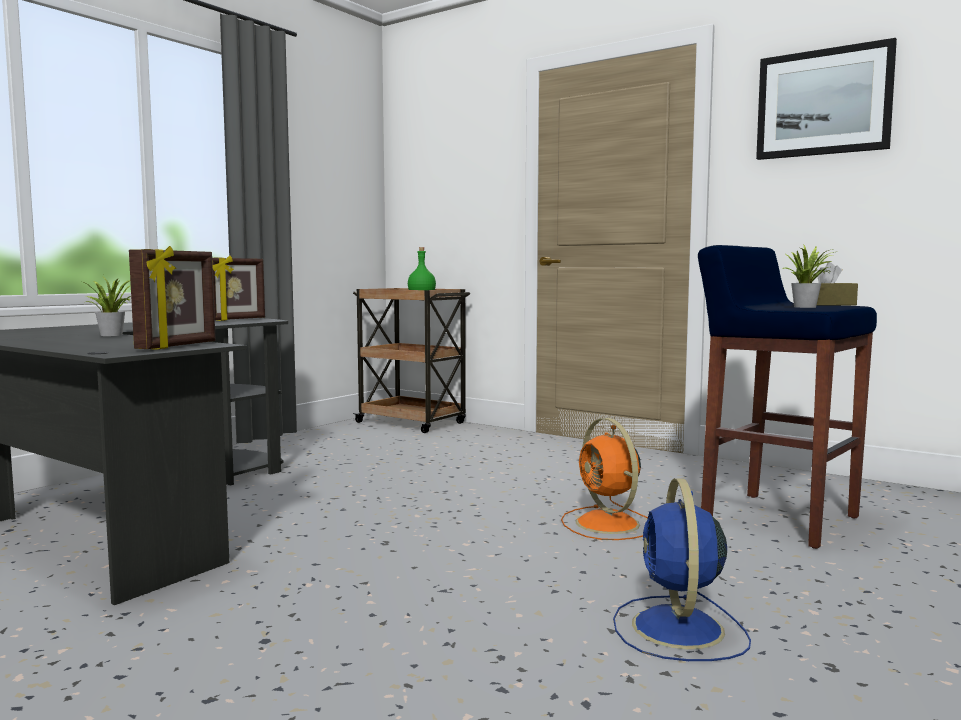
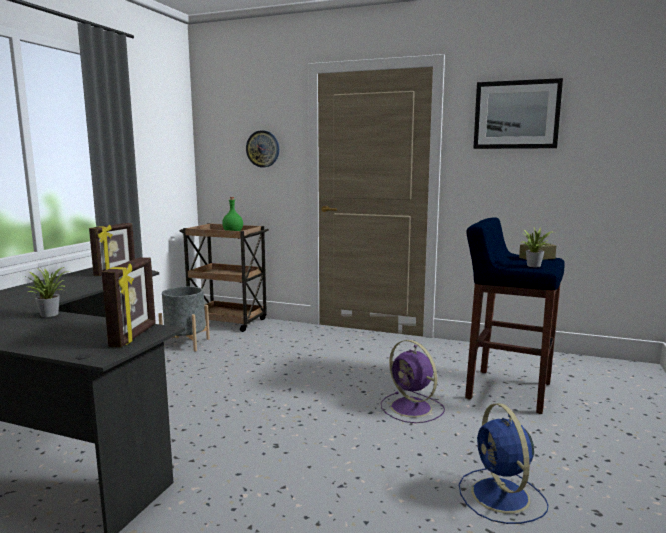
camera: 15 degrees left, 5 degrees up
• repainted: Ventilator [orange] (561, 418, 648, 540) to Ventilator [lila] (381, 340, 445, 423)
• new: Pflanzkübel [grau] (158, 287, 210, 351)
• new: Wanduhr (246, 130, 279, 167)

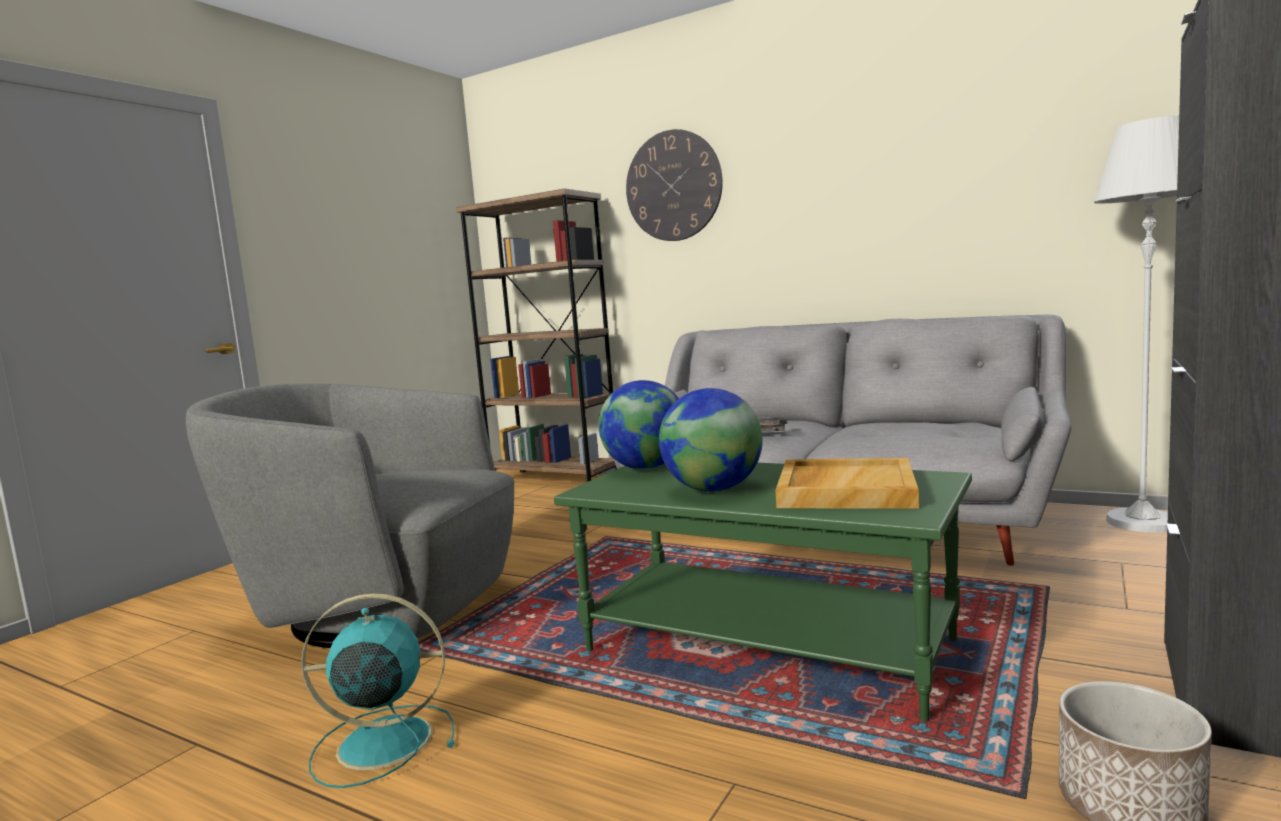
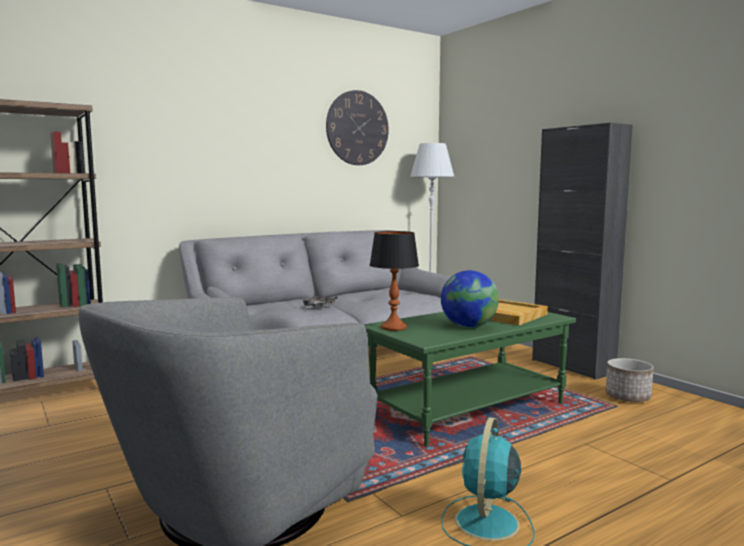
camera: 65 degrees left, 0 degrees up
• swapped: Globus (598, 380, 679, 470) to Tischlampe (370, 231, 419, 331)
• shifted: Wanduhr (626, 129, 723, 241) to (326, 90, 389, 165)

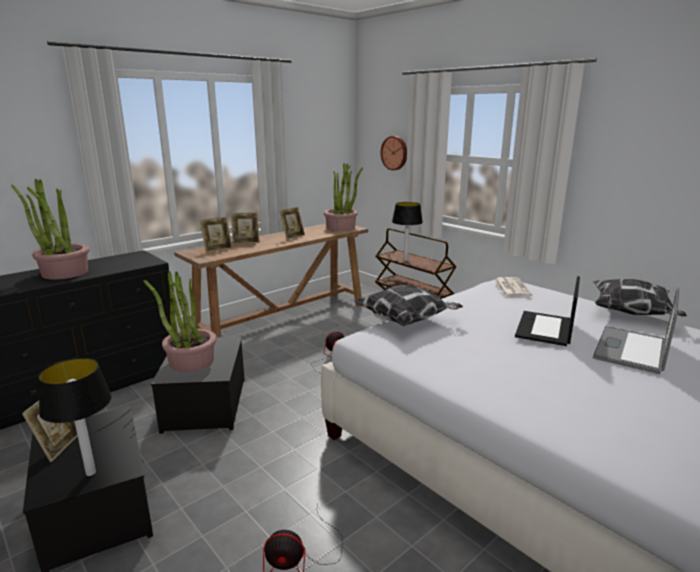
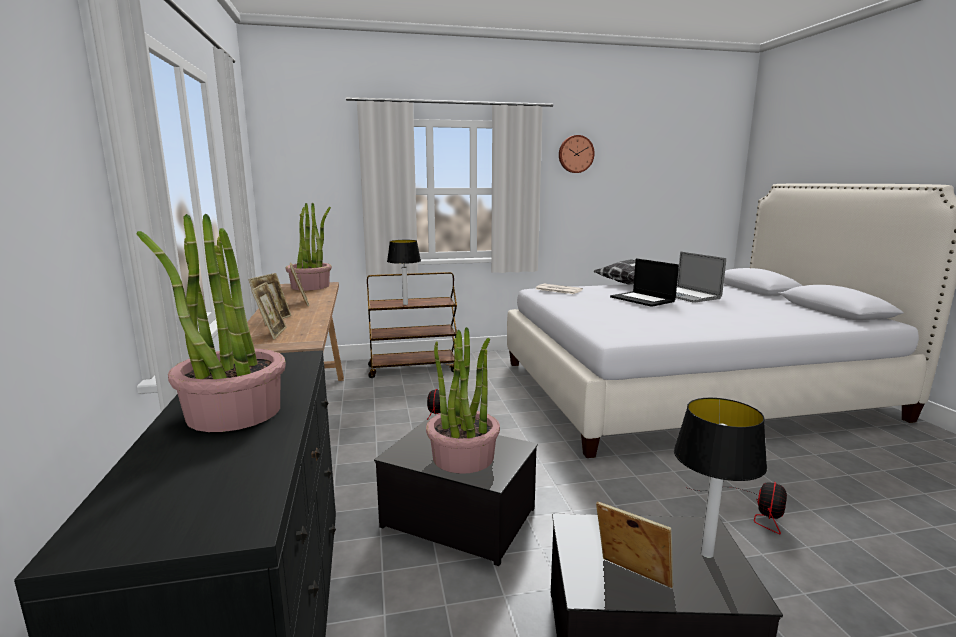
camera: 60 degrees left, 5 degrees down
• gone: Kissen (354, 285, 463, 326)
• shifted: Wanduhr (380, 136, 407, 170) to (559, 135, 595, 173)

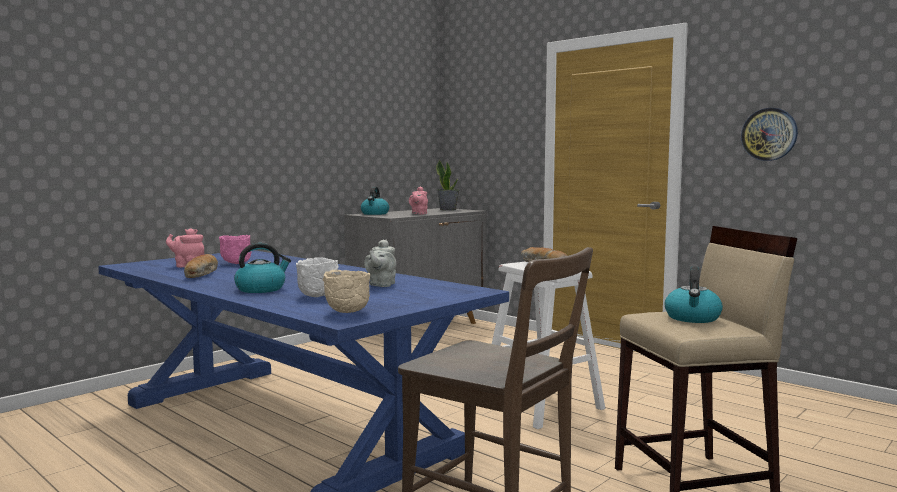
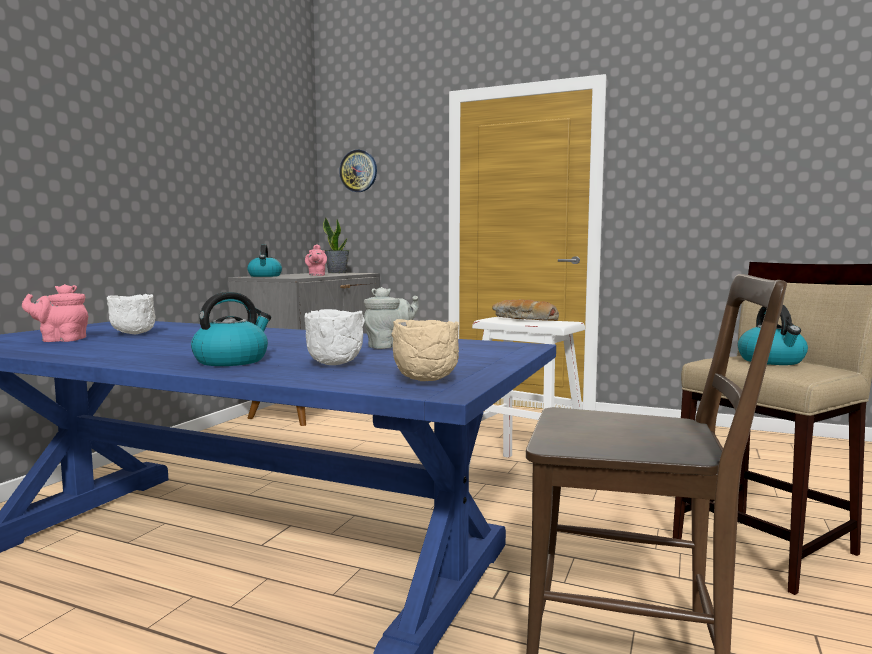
camera: 20 degrees left, 0 degrees up
• gone: Brot (184, 254, 218, 278)
• repainted: Schüssel [rosa] (219, 235, 252, 264) to Schüssel [weiß] (107, 294, 155, 334)
• rotated: Teekanne [grau] (364, 240, 396, 287) = (364, 287, 419, 349) 120 degrees counterclockwise
• shifted: Wanduhr (741, 108, 798, 161) to (339, 150, 377, 192)

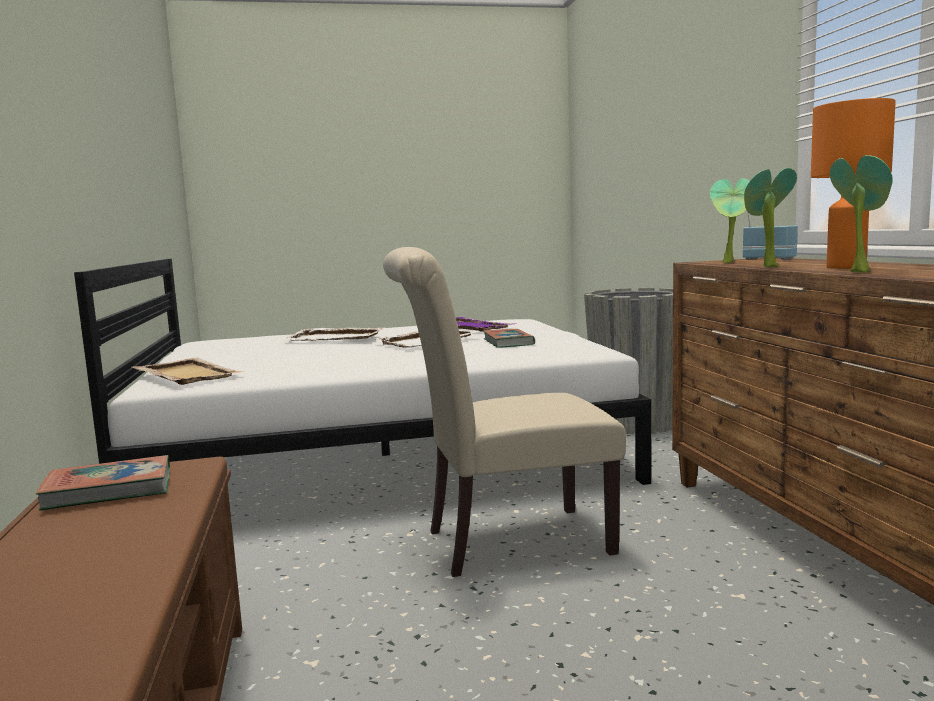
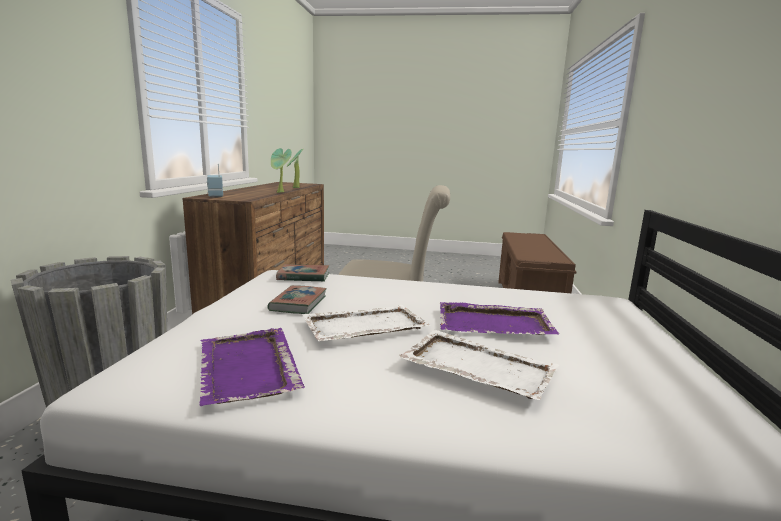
camera: 160 degrees left, 5 degrees up
• shifted: Buch (36, 455, 170, 510) to (276, 264, 329, 282)
• gone: Tablett [beige] (132, 358, 245, 385)
• gone: Topfpflanze (710, 178, 750, 263)
• gone: Tischlampe [orange] (811, 98, 896, 269)
• new: Tablett [lila] (440, 302, 560, 335)

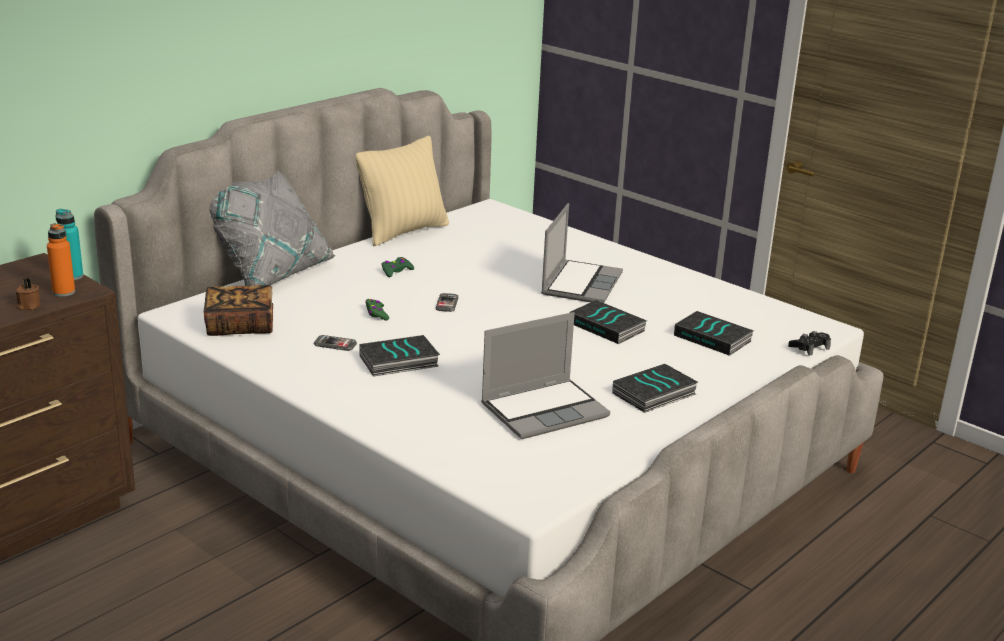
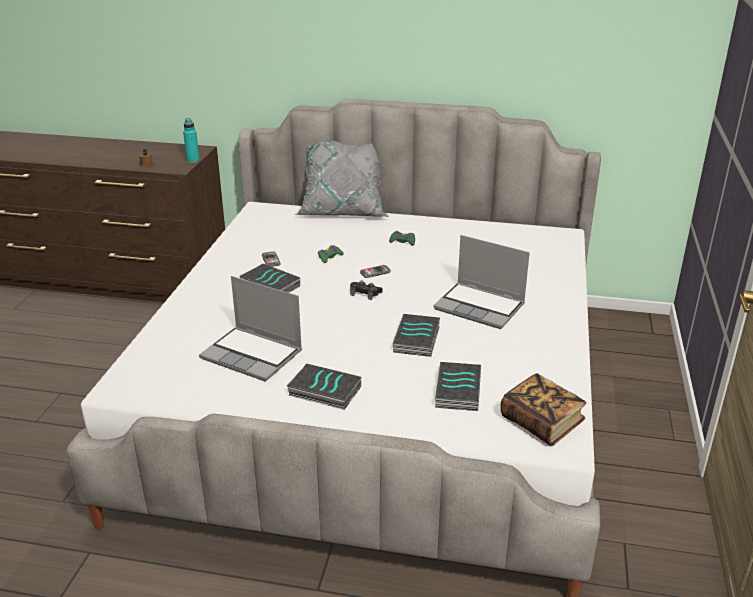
camera: 60 degrees right, 5 degrees up
• gone: Flasche [orange] (47, 223, 75, 297)
• shifted: Buch (204, 285, 273, 336) to (501, 373, 586, 446)
• gone: Kissen [beige] (356, 136, 449, 246)
• rotated: Laptop (541, 203, 623, 303) = (433, 235, 530, 329) 45 degrees clockwise
• shifted: Gamepad [schwarz] (788, 331, 831, 356) to (350, 281, 383, 300)

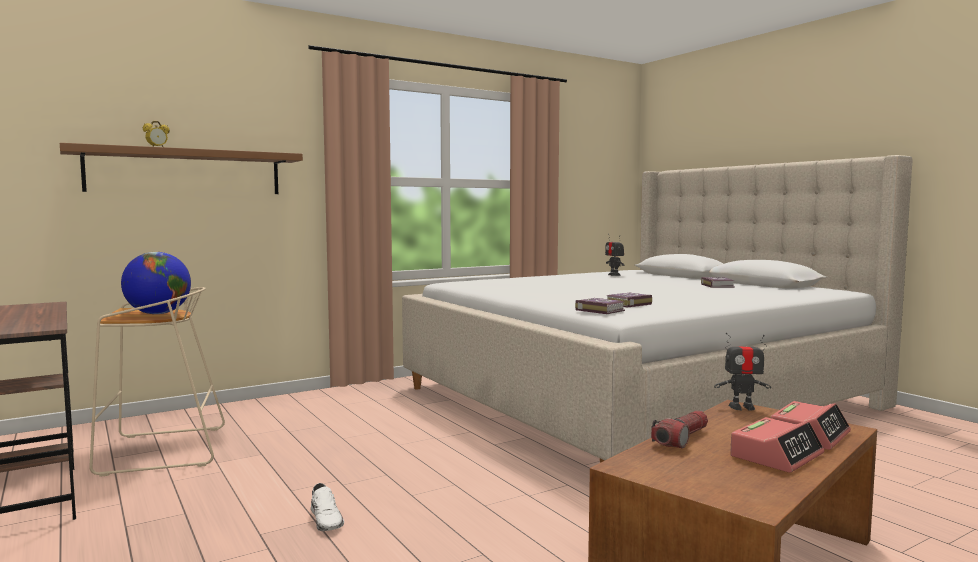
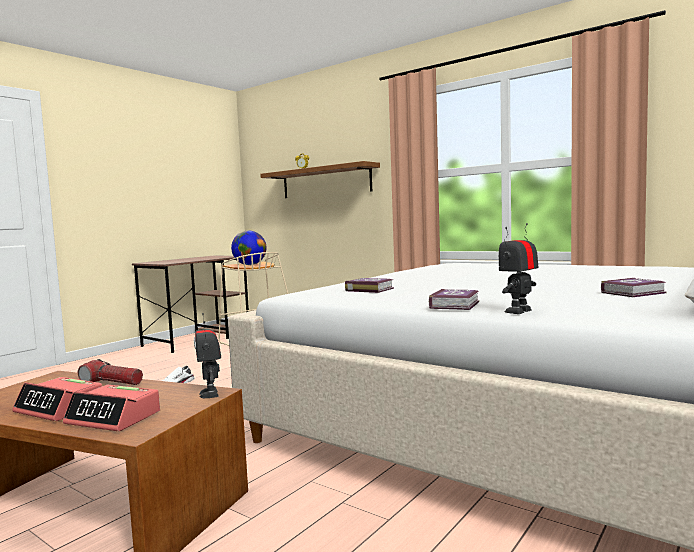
camera: 70 degrees right, 0 degrees up
• shifted: Buch (575, 298, 625, 314) to (429, 289, 479, 310)
• shifted: Spielzeugroboter (605, 234, 624, 276) to (499, 223, 538, 314)

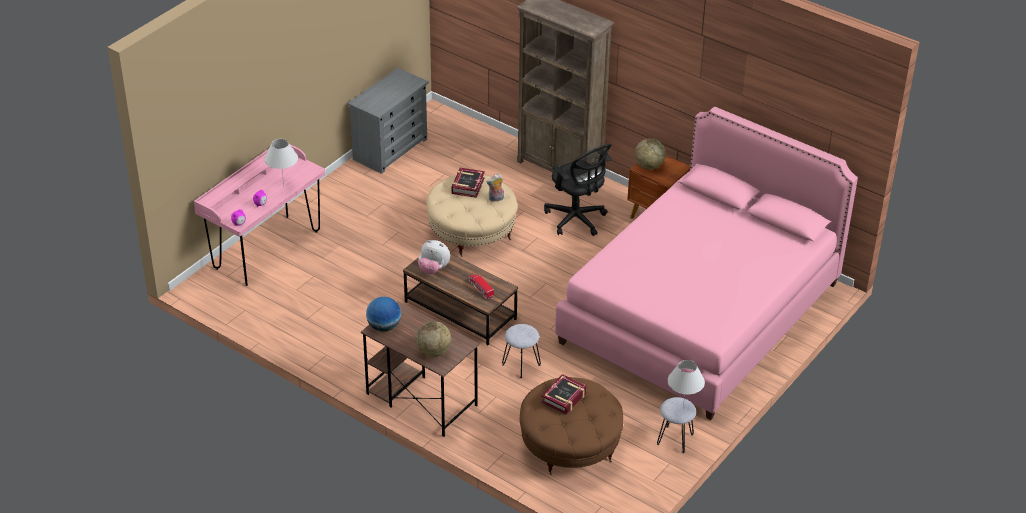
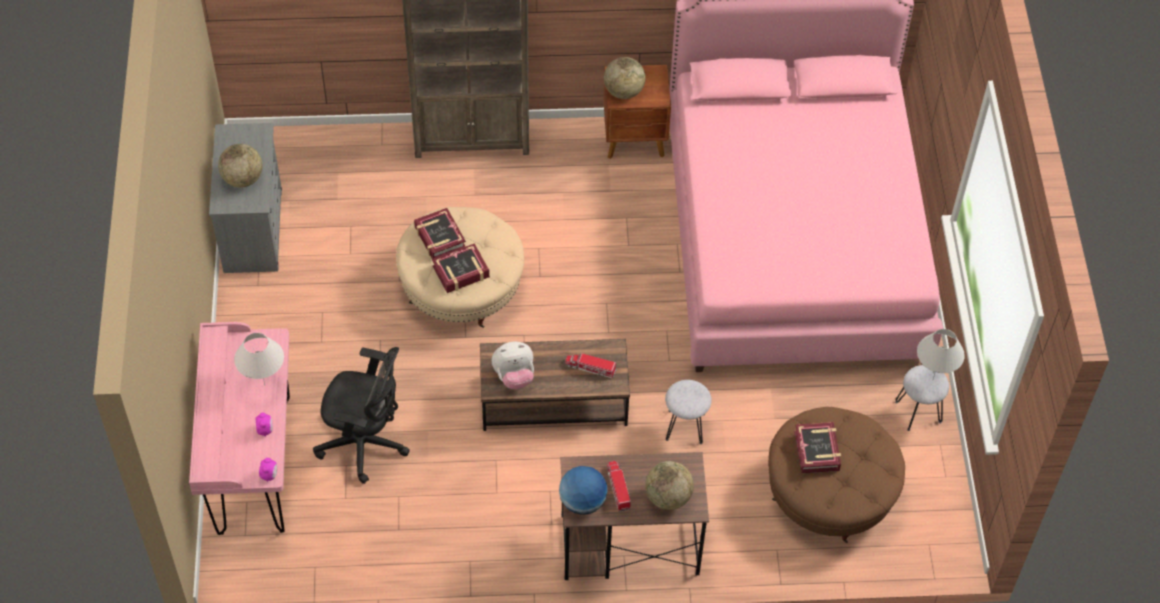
camera: 40 degrees left, 15 degrees up
• gone: Plüschtier (486, 174, 504, 202)
• shifted: Bürostuhl [schwarz] (544, 144, 612, 236) to (313, 347, 410, 484)
• new: Globus (218, 144, 262, 188)
• new: Buch (432, 243, 490, 293)
• new: Spielzeuglaster (607, 461, 631, 512)

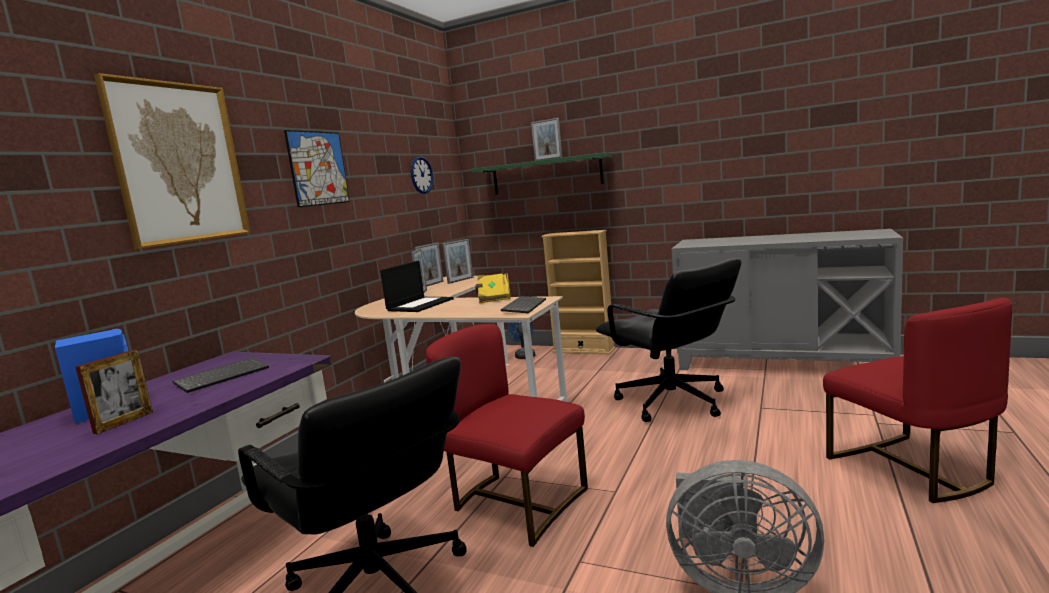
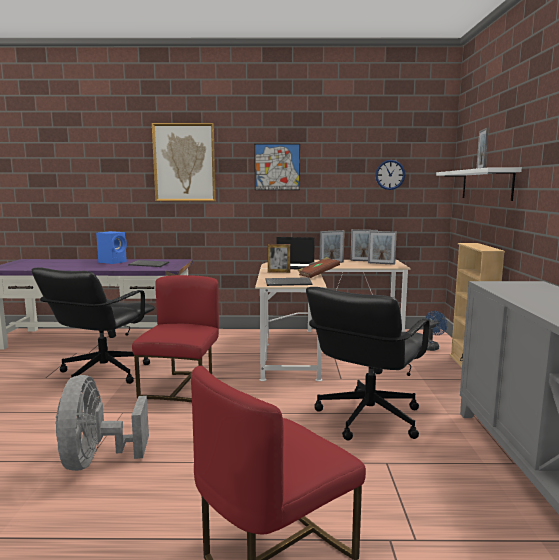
camera: 65 degrees right, 0 degrees up
• shifted: Bilderrahmen (75, 350, 153, 434) to (268, 244, 290, 273)
• repainted: Wandregal [grün] (471, 153, 612, 194) to Wandregal [weiß] (436, 167, 522, 201)
• repainted: Buch [gelb] (475, 273, 510, 303) to Buch [braun] (298, 257, 340, 278)

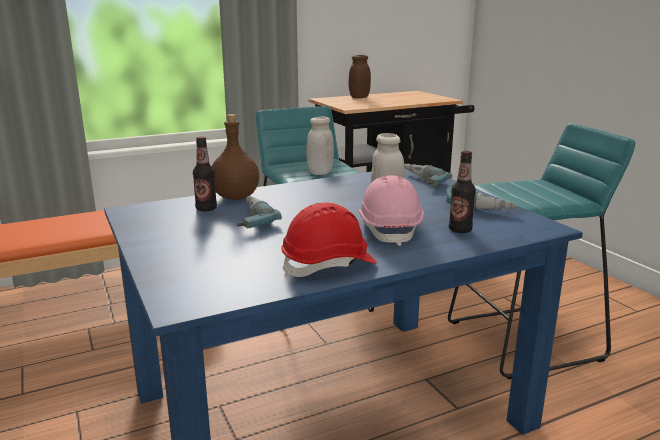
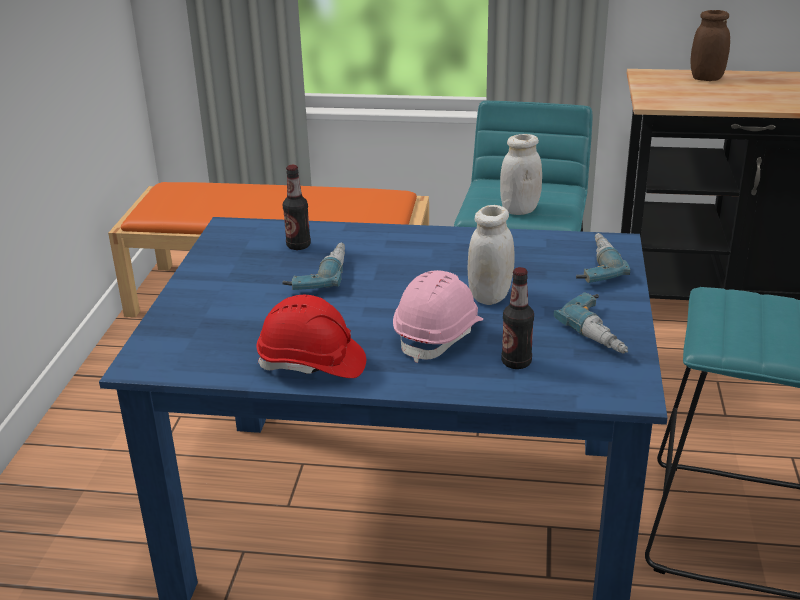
camera: 35 degrees right, 10 degrees up
• gone: Flasche [braun] (212, 114, 259, 200)

